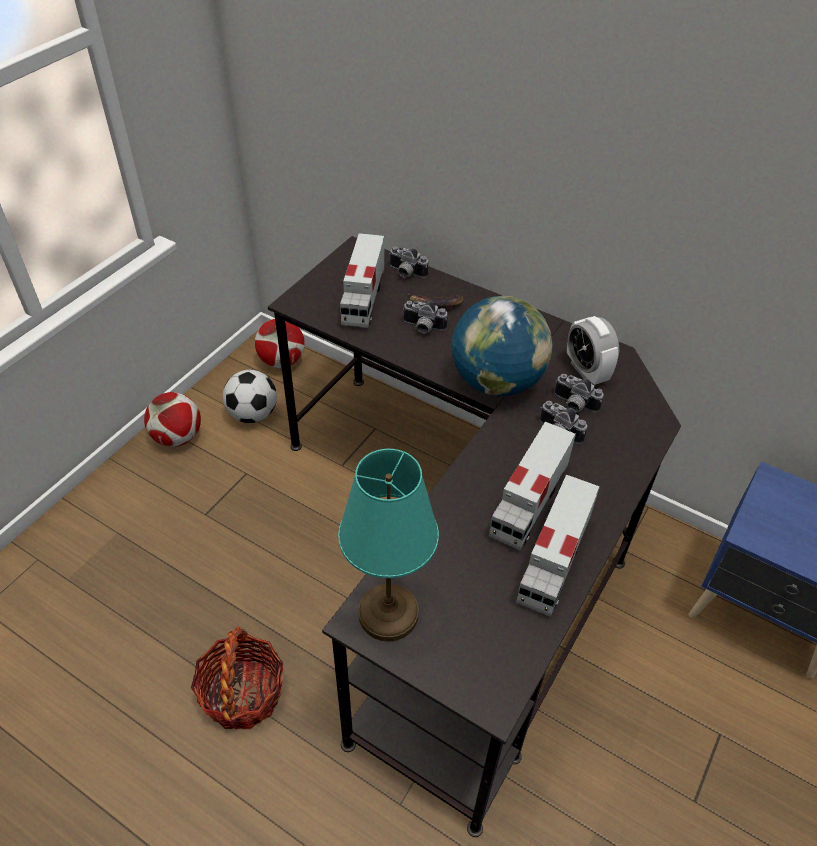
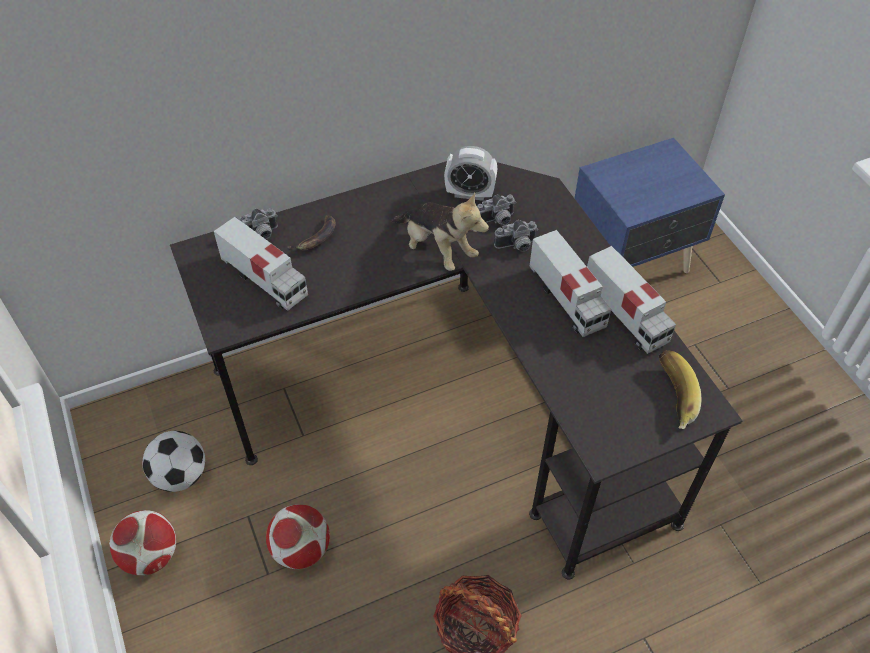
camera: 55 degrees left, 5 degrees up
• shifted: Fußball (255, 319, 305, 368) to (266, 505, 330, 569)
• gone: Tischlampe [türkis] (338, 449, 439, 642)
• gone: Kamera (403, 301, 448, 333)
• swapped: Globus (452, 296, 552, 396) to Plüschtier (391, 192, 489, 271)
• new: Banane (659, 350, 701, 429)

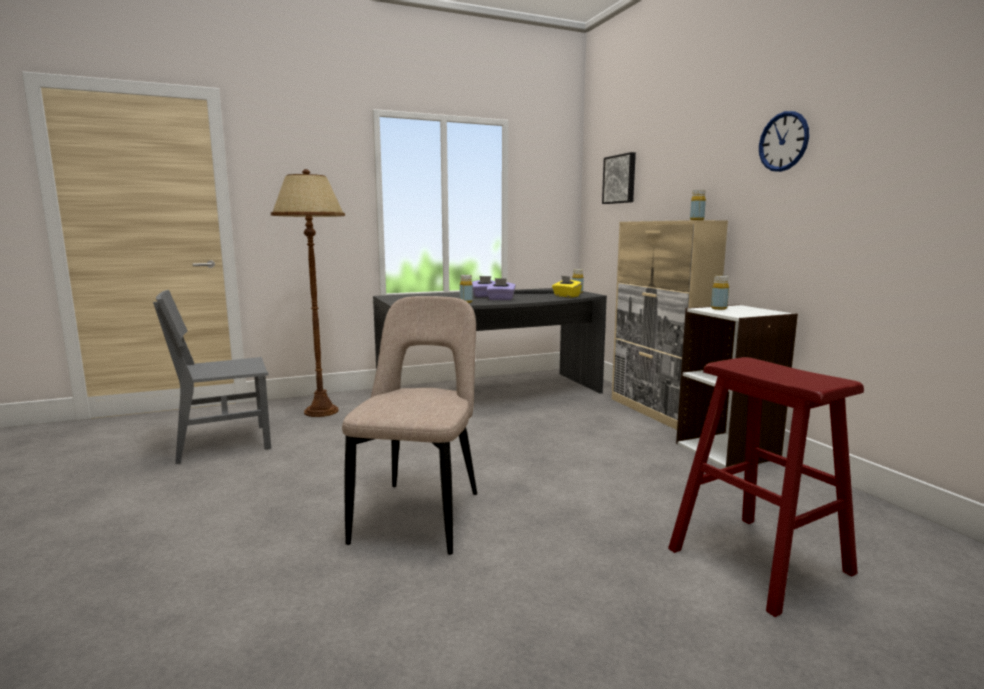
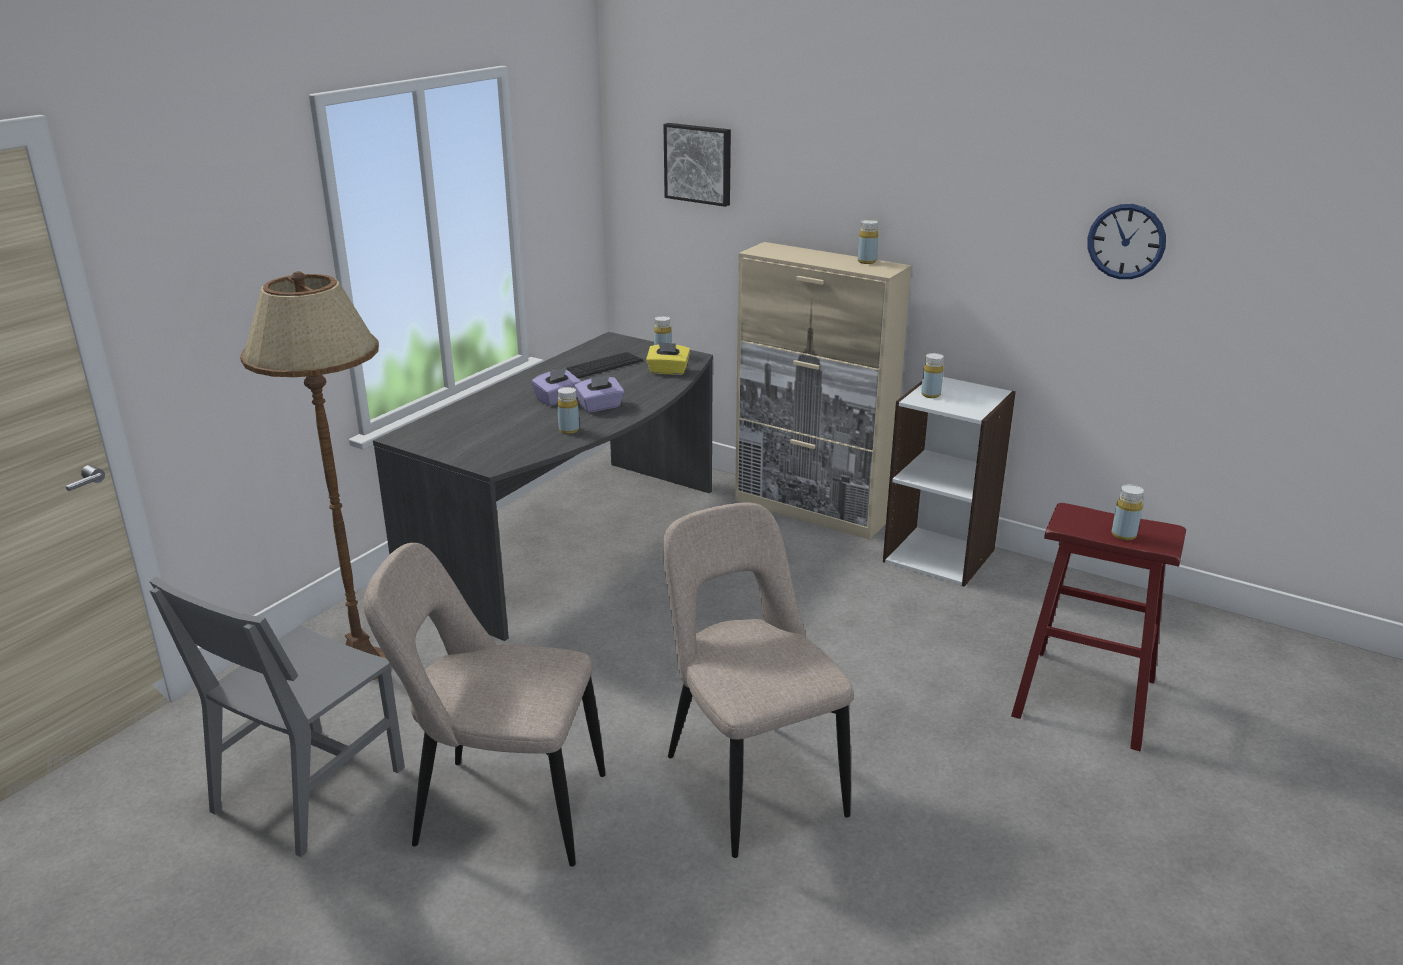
camera: 35 degrees left, 15 degrees up
• shifted: Wanduhr (759, 111, 809, 172) to (1088, 204, 1166, 279)
• new: Stuhl [beige] (363, 543, 605, 866)
• new: Flasche [gelb] (1112, 484, 1144, 540)

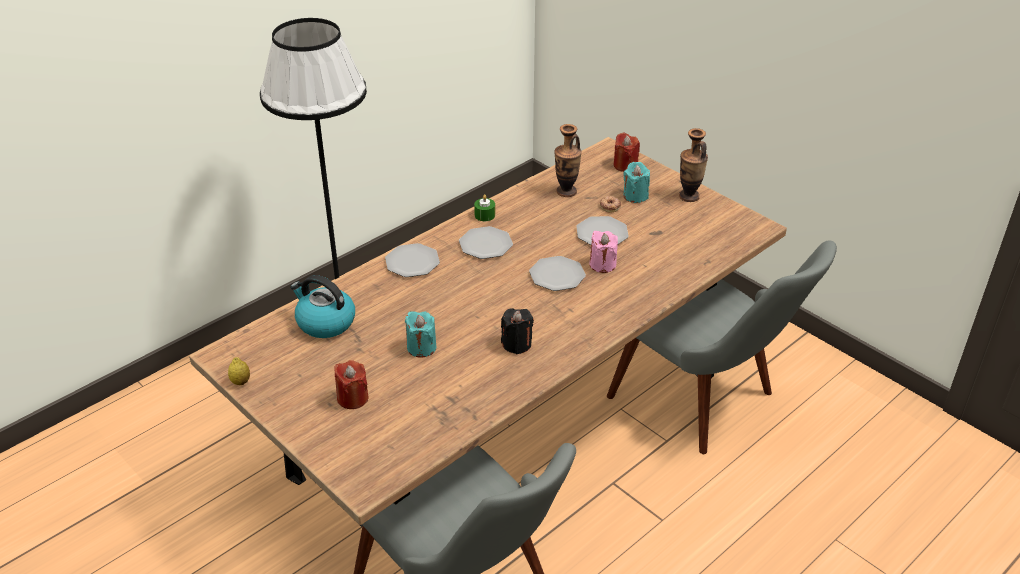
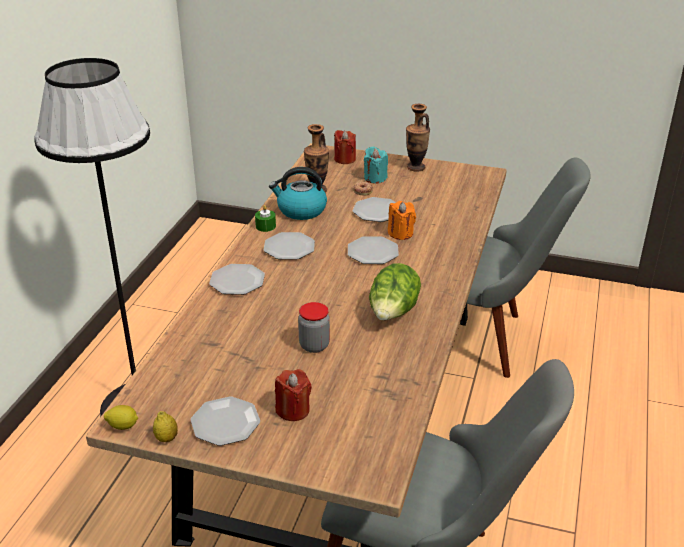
camera: 30 degrees left, 5 degrees down
• shifted: Wasserkessel (290, 275, 355, 338) to (269, 167, 327, 220)
• swapped: Kerze [türkis] (405, 311, 436, 358) to Vorratsglas (298, 302, 330, 353)
• swapped: Kerze [schwarz] (501, 308, 534, 354) to Salatkopf (369, 263, 421, 320)
• repainted: Kerze [rosa] (589, 231, 618, 273) to Kerze [orange] (388, 201, 416, 240)
• new: Zitrone (104, 405, 138, 430)
• new: Teller (191, 397, 260, 446)

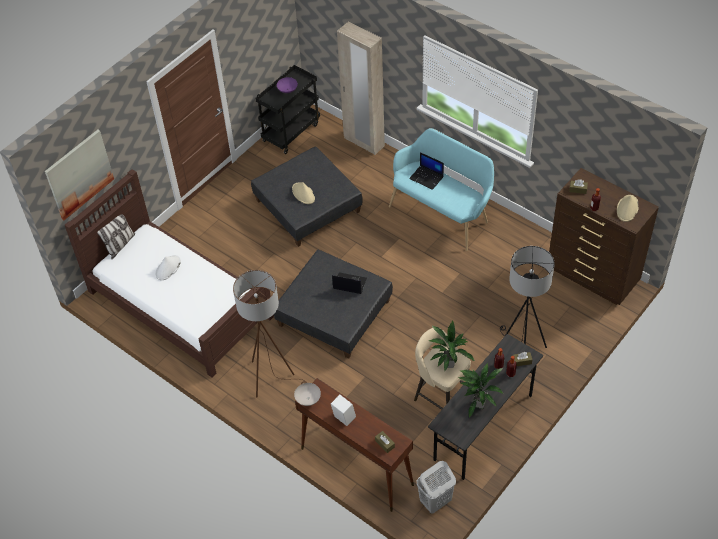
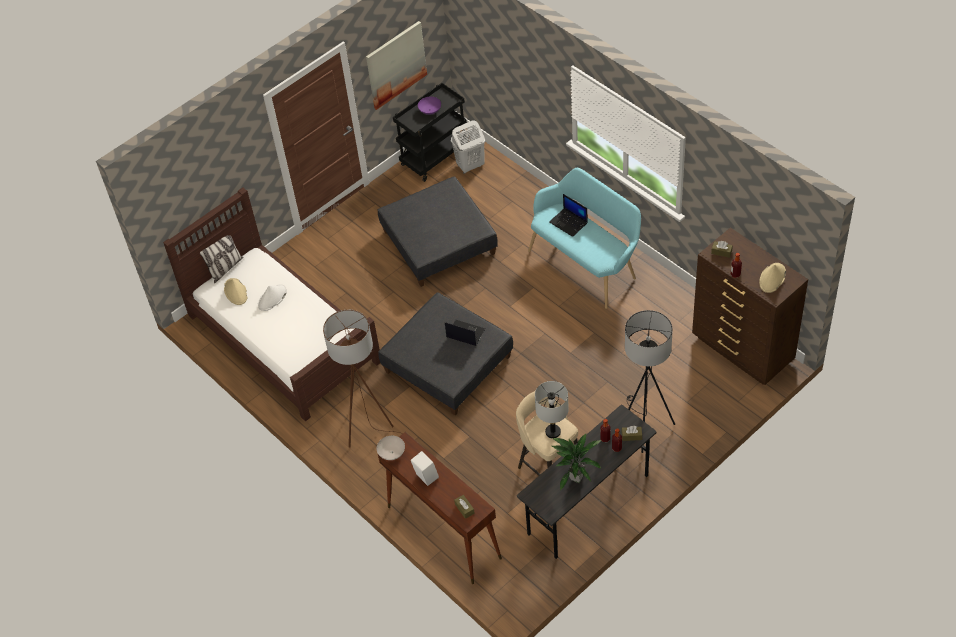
camera: 10 degrees right, 0 degrees up
• shifted: Bild (45, 130, 114, 220) to (366, 21, 427, 110)
• shifted: Hut [beige] (292, 182, 315, 204) to (224, 278, 248, 305)
• gone: Kleiderschrank [beige] (337, 21, 385, 155)
• shifted: Wäschekorb [weiß] (417, 461, 456, 514) to (451, 121, 485, 174)
• swapped: Topfpflanze (429, 320, 475, 371) to Tischlampe [grau] (535, 381, 569, 439)

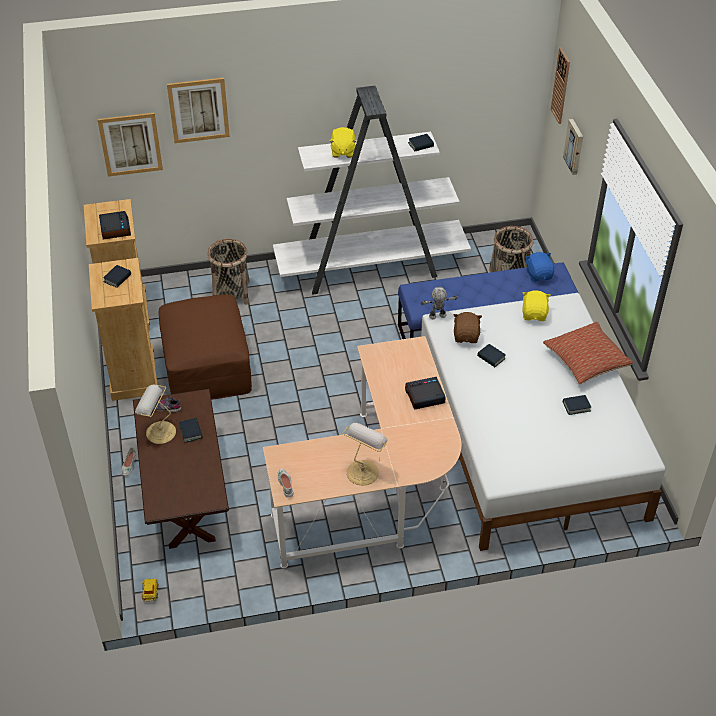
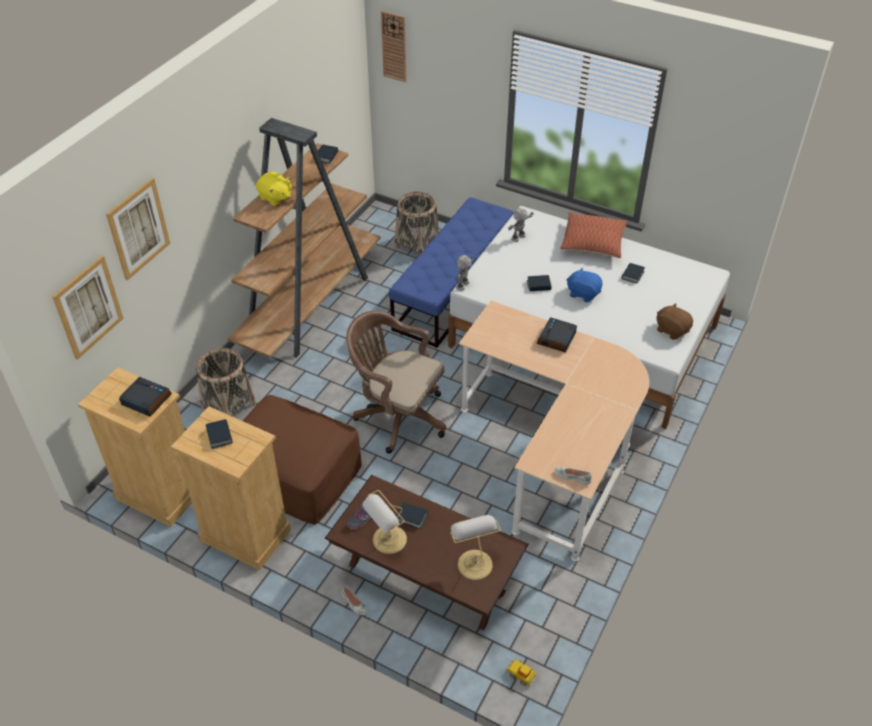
camera: 50 degrees left, 0 degrees up
• repainted: Bücherregal [weiß] (273, 86, 471, 295) to Bücherregal [braun] (227, 118, 380, 358)
• shifted: Tischlampe (342, 423, 388, 486) to (450, 515, 501, 580)
• shifted: Plüschtier [braun] (453, 312, 482, 343) to (657, 303, 693, 340)
• swapped: Plüschtier [gelb] (522, 290, 551, 321) to Spielzeugroboter (508, 208, 533, 242)
• shifted: Plüschtier [blau] (525, 252, 554, 282) to (566, 268, 602, 302)
• gone: Bild (563, 119, 583, 175)
• new: Bürostuhl [braun] (346, 311, 446, 454)

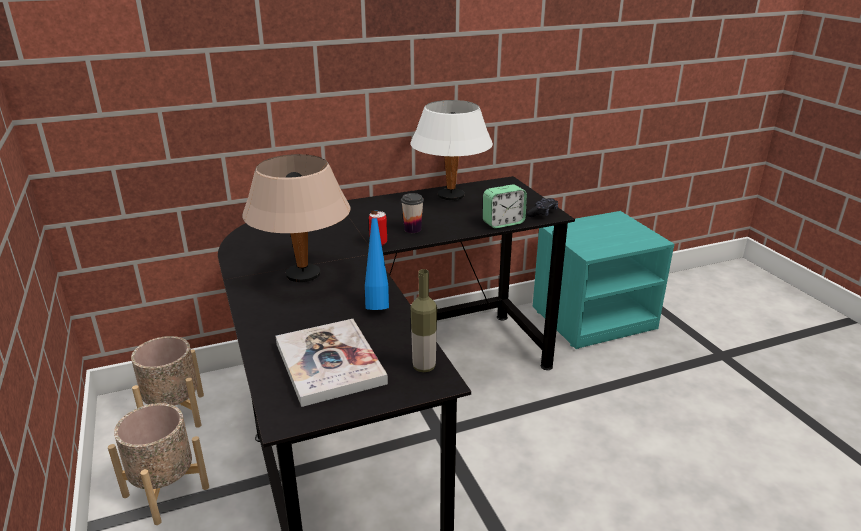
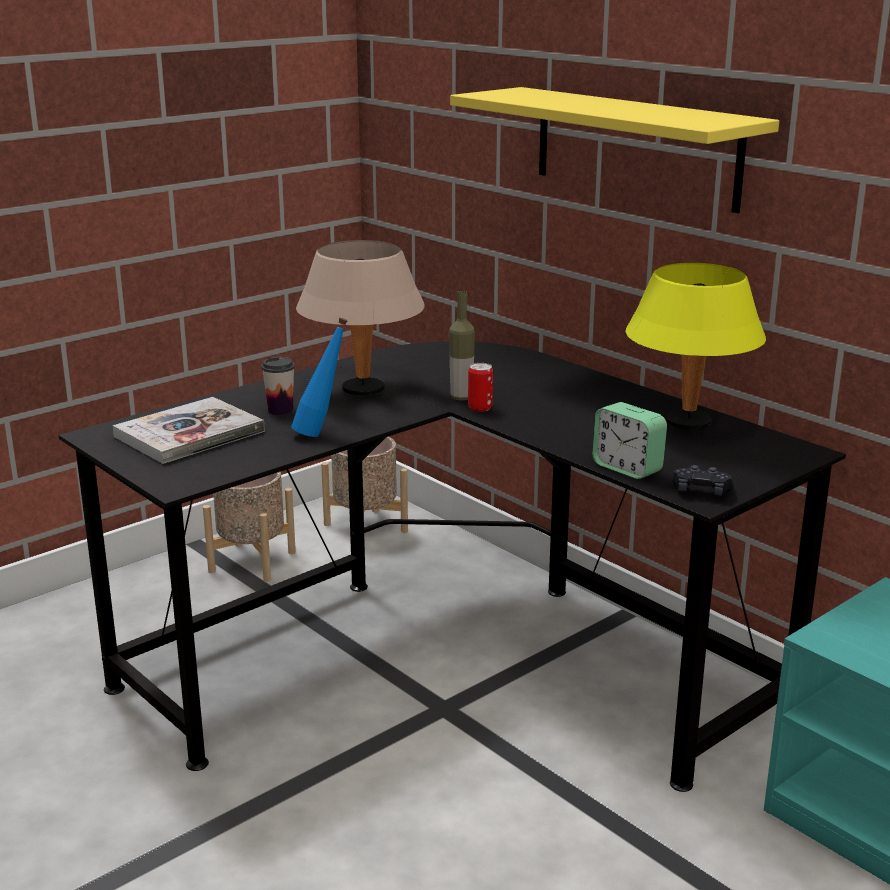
camera: 70 degrees right, 5 degrees down
• shifted: Tasse (401, 193, 424, 233) to (261, 357, 295, 415)
• repainted: Tischlampe [weiß] (410, 100, 493, 201) to Tischlampe [gelb] (626, 263, 766, 430)
• shifted: Flasche (411, 269, 437, 372) to (449, 291, 475, 401)
• new: Wandregal [gelb] (450, 87, 779, 213)

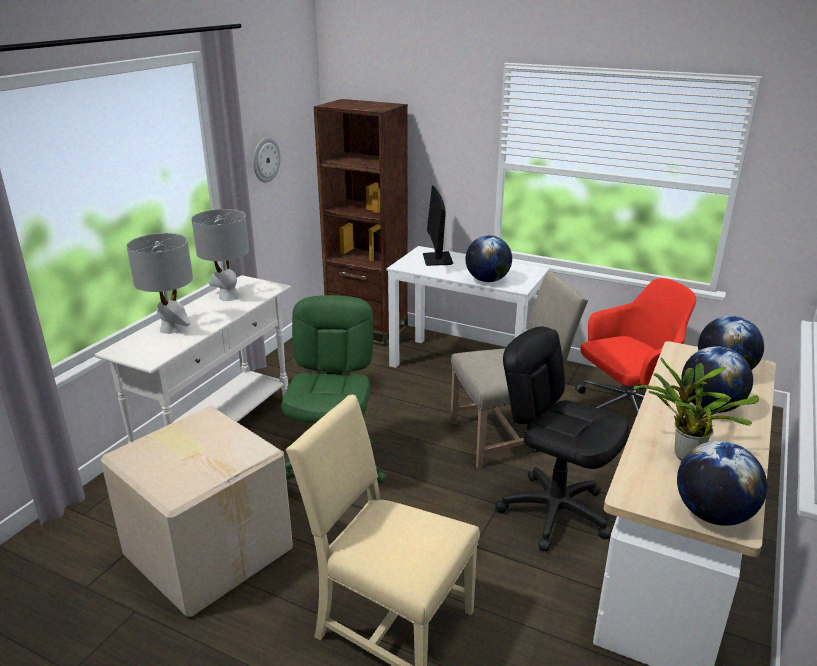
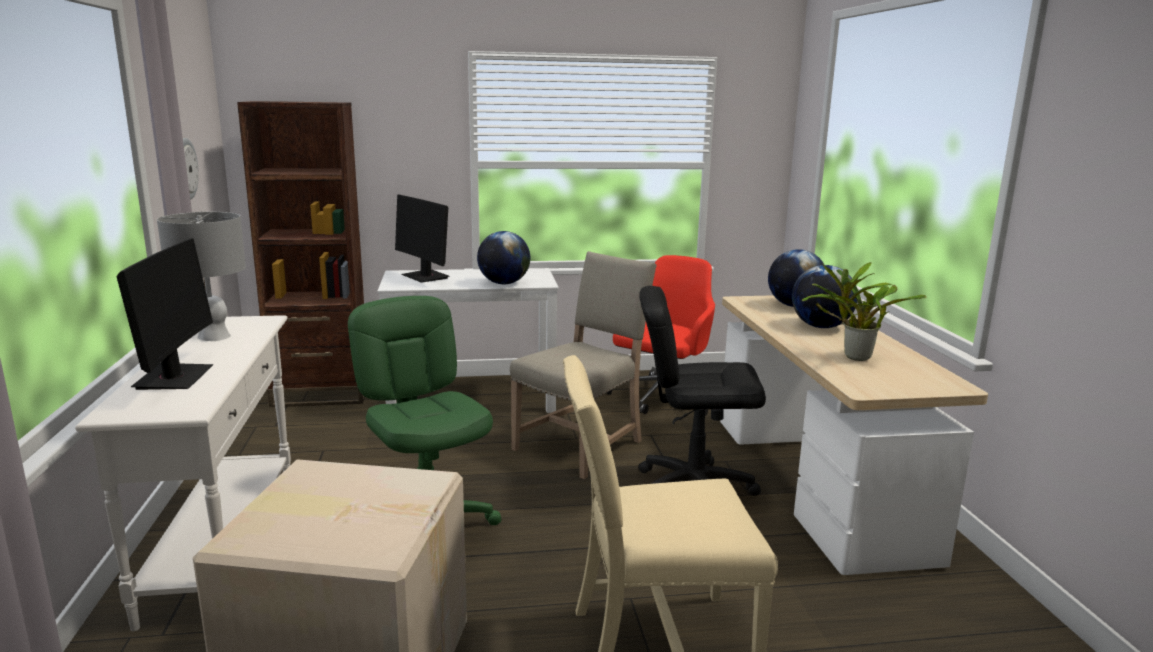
camera: 35 degrees left, 10 degrees down
• swapped: Tischlampe [grau] (127, 233, 193, 334) to Monitor (116, 238, 214, 390)
• gone: Globus (677, 441, 767, 526)

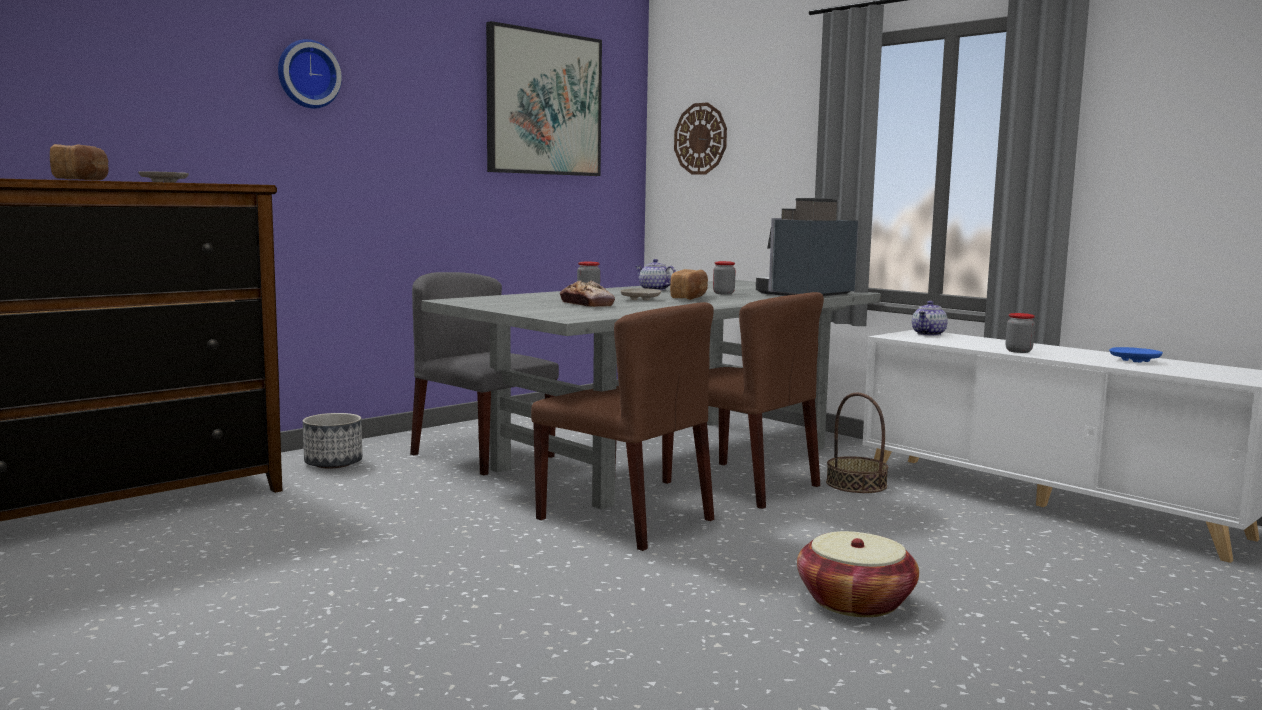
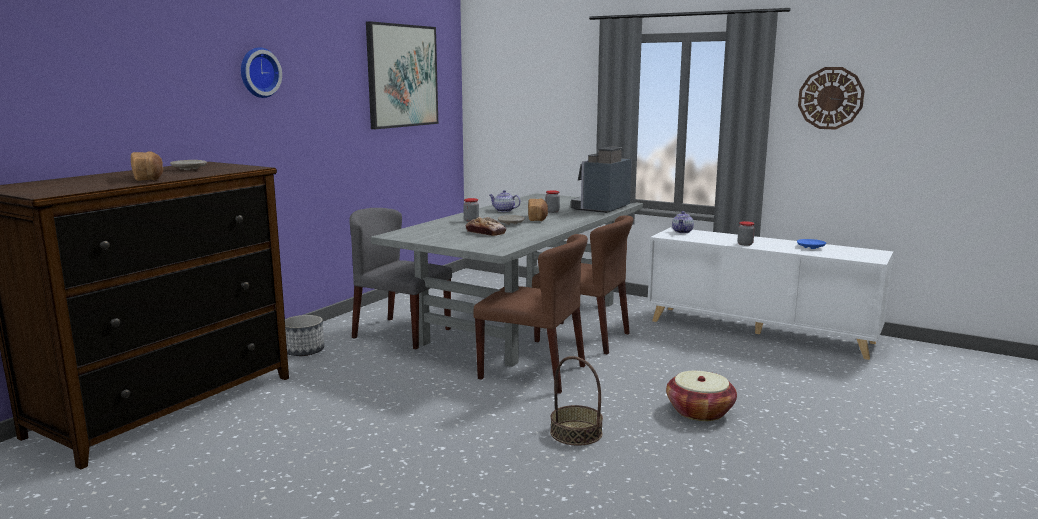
camera: 15 degrees left, 5 degrees up
• shifted: Wanduhr (674, 102, 727, 175) to (798, 67, 865, 130)
• shifted: Korb (826, 393, 888, 493) to (550, 356, 603, 446)

